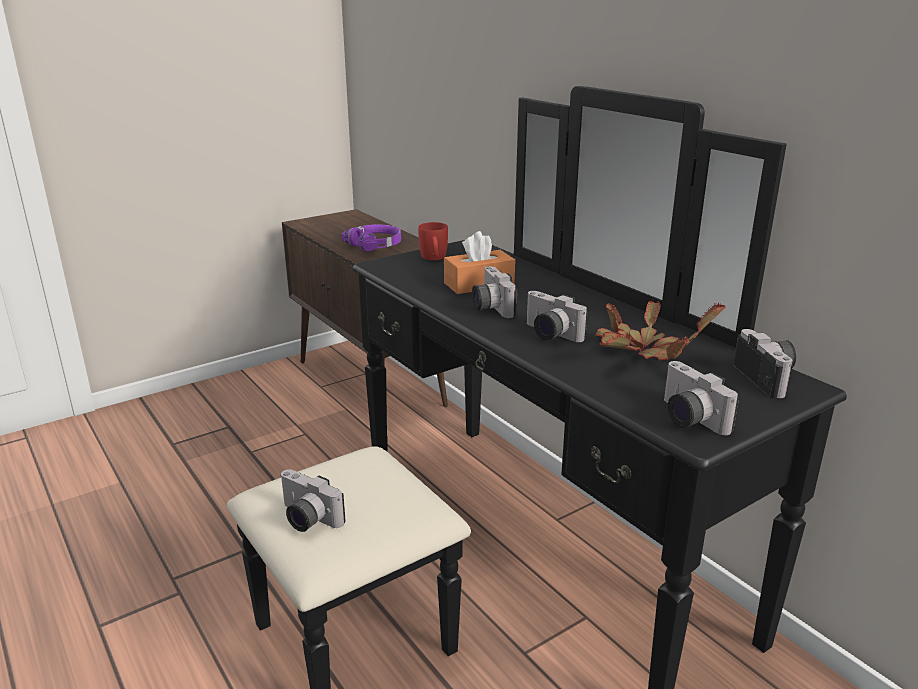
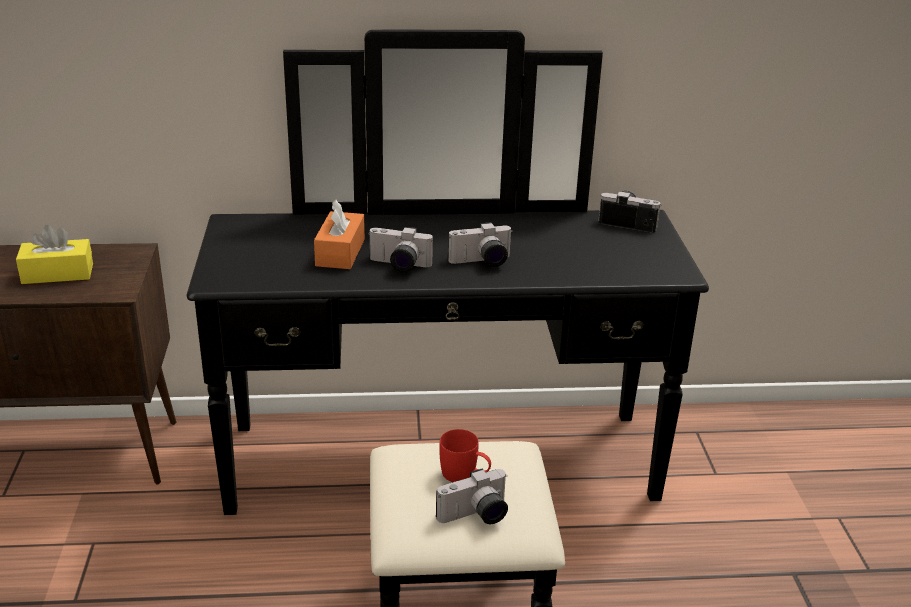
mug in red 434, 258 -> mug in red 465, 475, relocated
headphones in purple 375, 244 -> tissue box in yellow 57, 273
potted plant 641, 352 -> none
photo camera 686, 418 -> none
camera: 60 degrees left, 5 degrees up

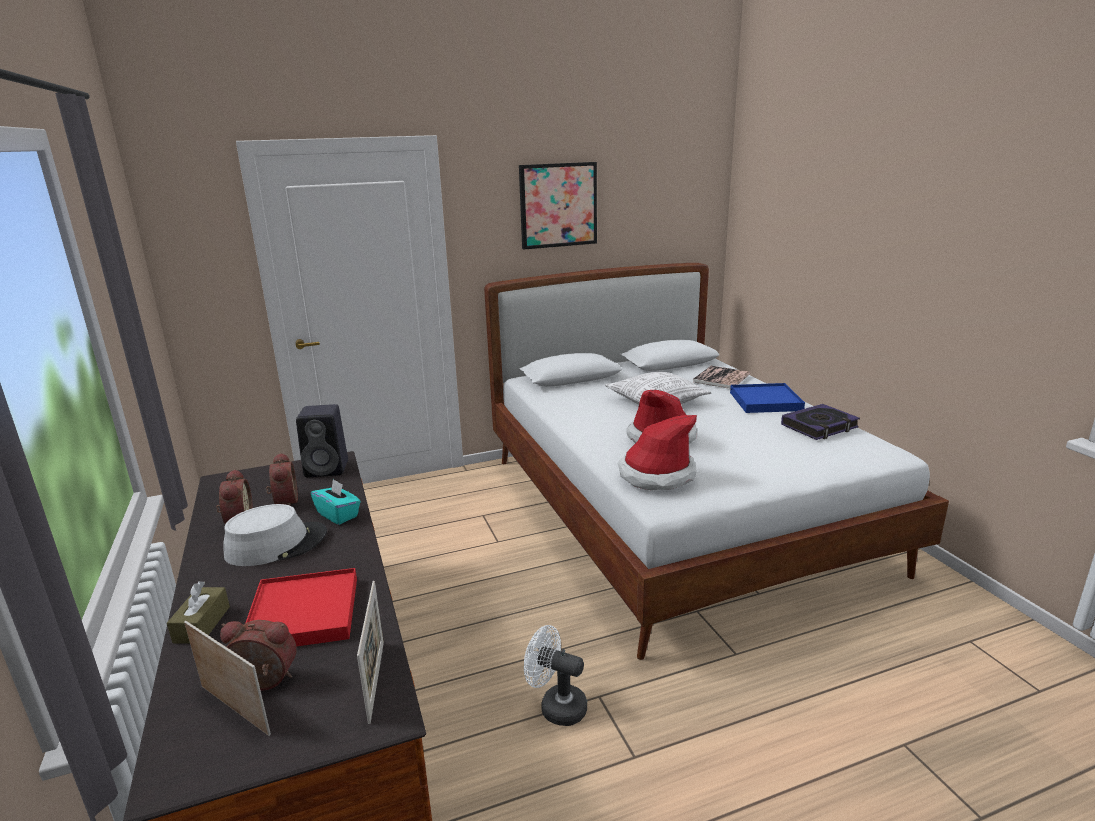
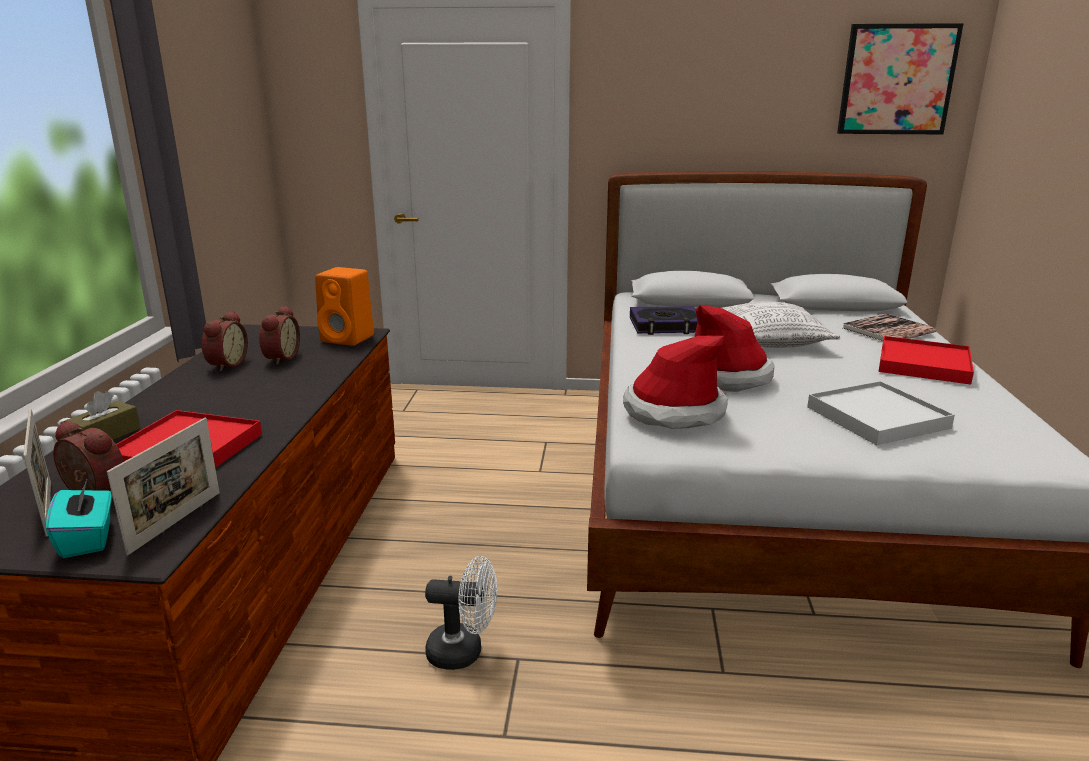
picture 558, 205 -> picture 897, 80, relocated
tray in blue 765, 401 -> tray in red 923, 364
speaker in black 328, 469 -> speaker in orange 349, 339
book 819, 426 -> book 666, 326, relocated
tissue box in turquoise 338, 515 -> tissue box in turquoise 88, 539, relocated
hat in grey 276, 544 -> none
fan in white 556, 706 -> fan in white 464, 652, 135 degrees clockwise
none -> tray in white 877, 417
camera: 25 degrees right, 0 degrees up

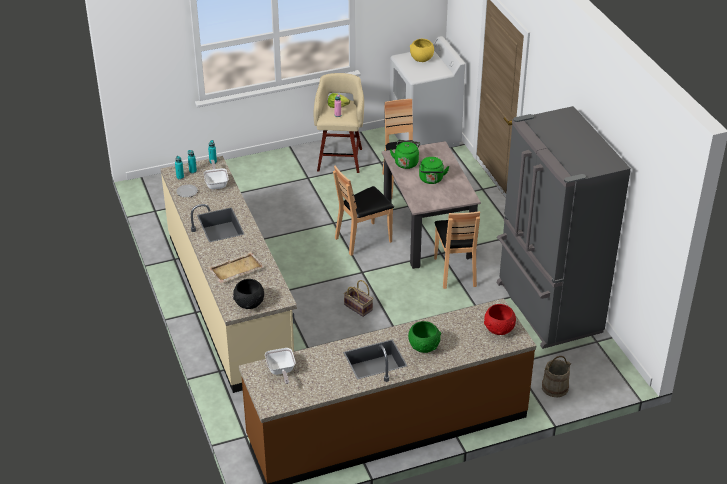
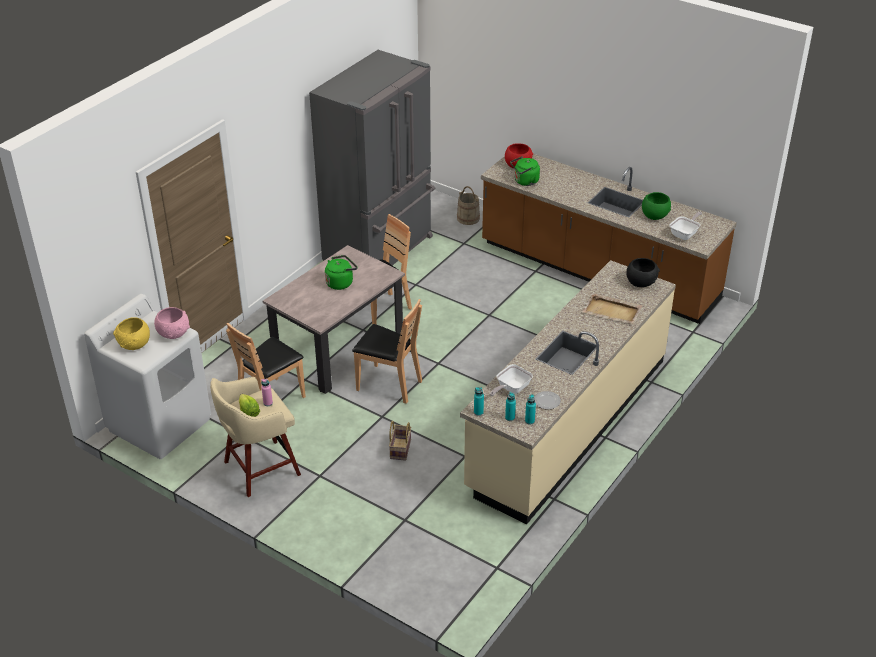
kettle in green 406, 162 -> kettle in green 525, 182, relocated
basket 359, 307 -> basket 400, 448, relocated
bowl in green 424, 347 -> bowl in green 654, 215, relocated
none -> bowl in pink 174, 333
camera: 125 degrees left, 0 degrees up

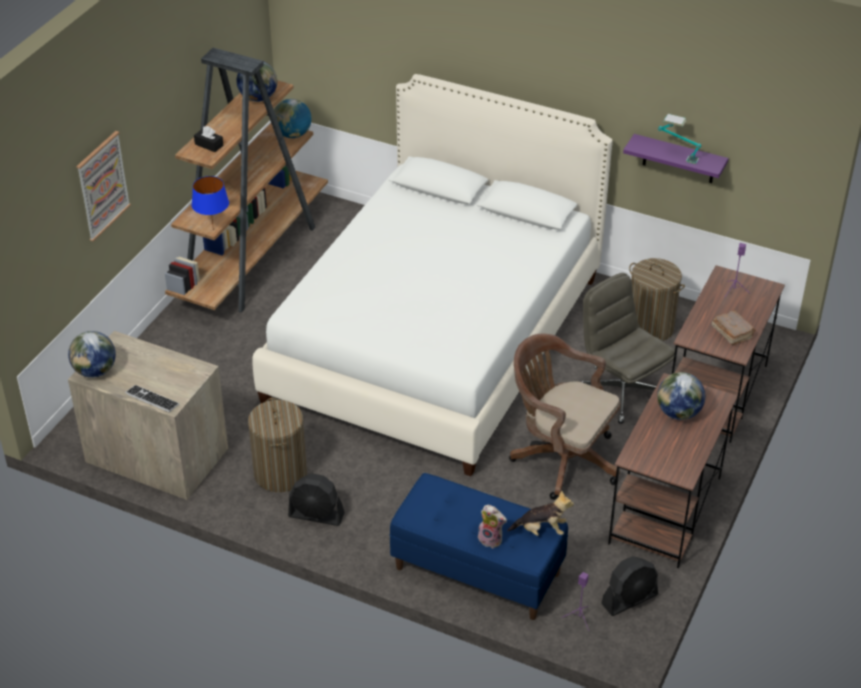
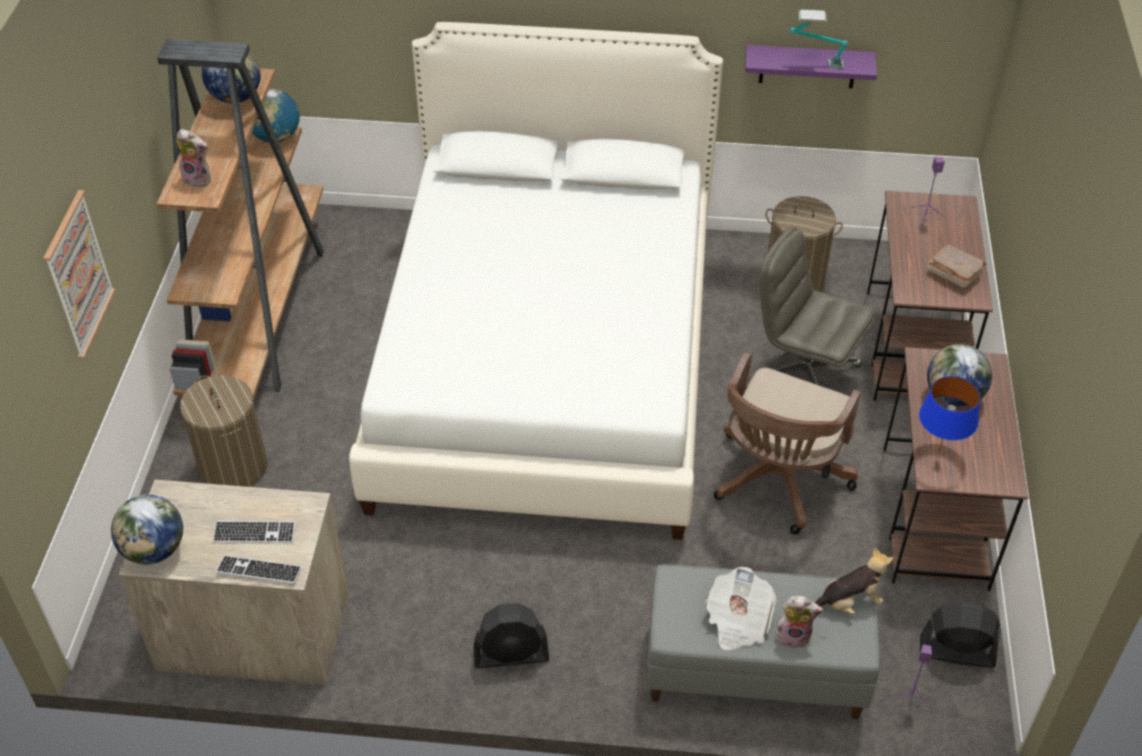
tissue box in black 209, 145 -> plush toy 199, 178
table lamp in blue 213, 230 -> table lamp in blue 938, 452, relocated
office chair in brown 560, 458 -> office chair in brown 777, 482, 75 degrees counterclockwise
laundry basket 280, 473 -> laundry basket 233, 467, relocated
bench in blue 476, 571 -> bench in grey 754, 672
fan in black 629, 599 -> fan in black 956, 651, 120 degrees counterclockwise
none -> keyboard 254, 533
none -> newspaper 737, 621
camera: 20 degrees left, 5 degrees up

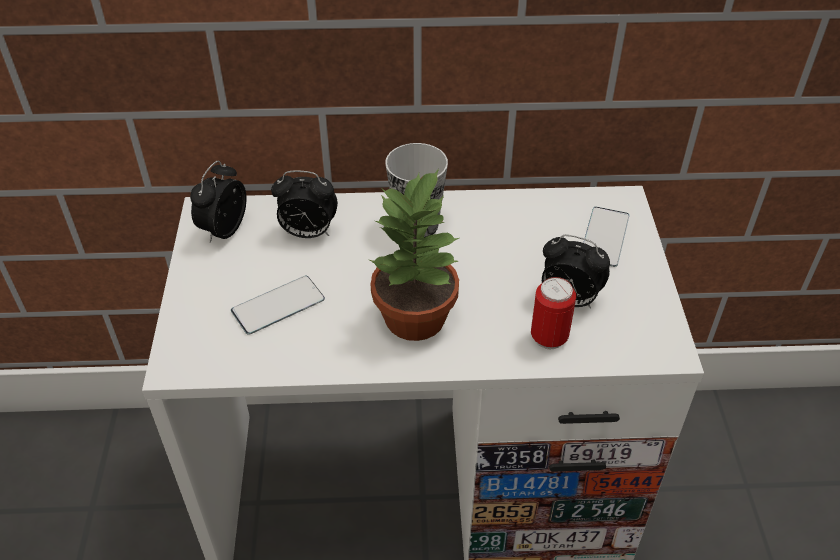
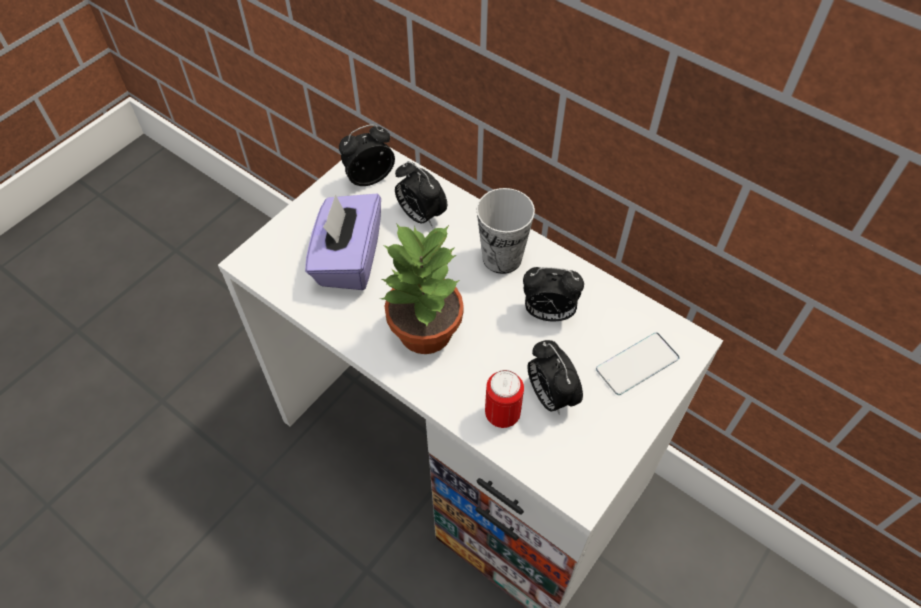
phone 278, 305 -> tissue box in purple 348, 259
none -> alarm clock 548, 313
camera: 40 degrees right, 10 degrees up

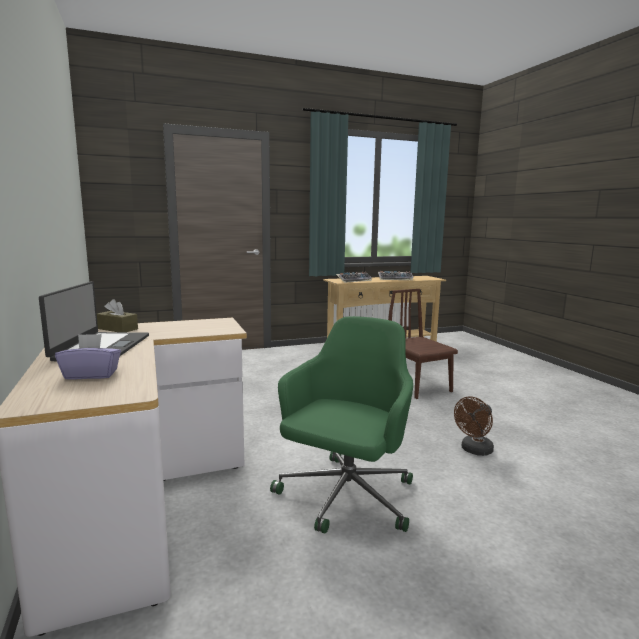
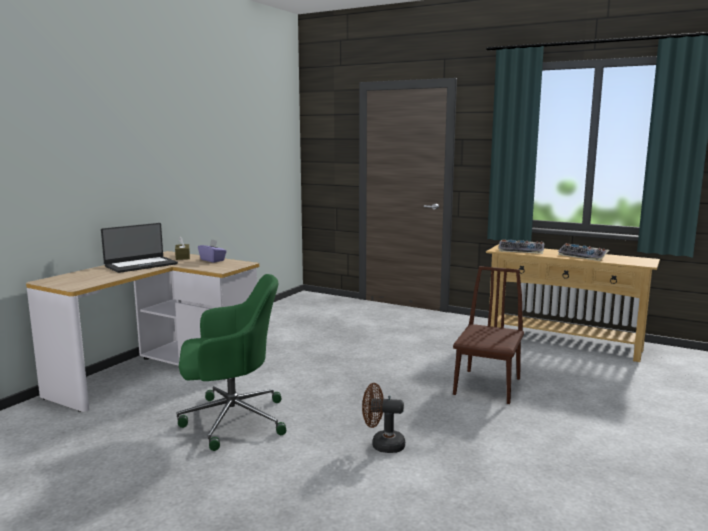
tissue box in purple 91, 375 -> tissue box in purple 213, 260, relocated
camera: 50 degrees right, 0 degrees up

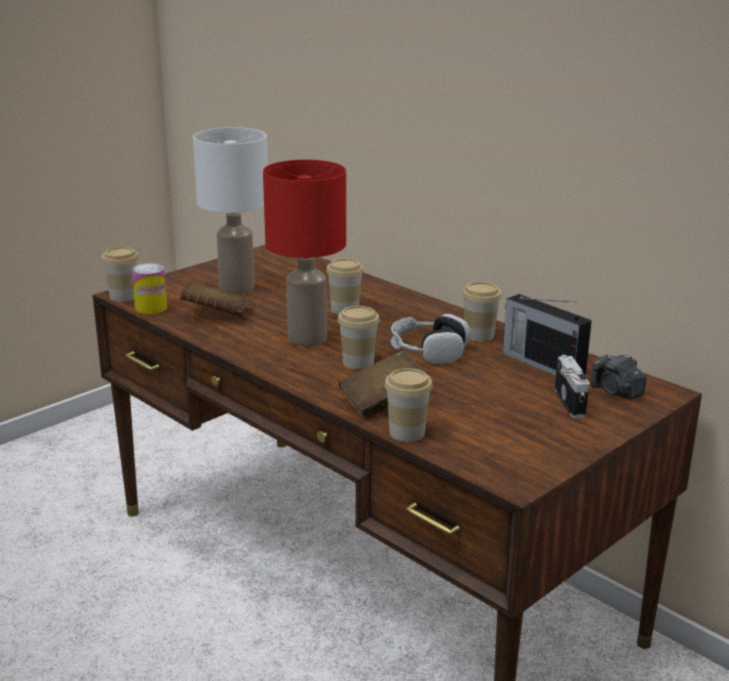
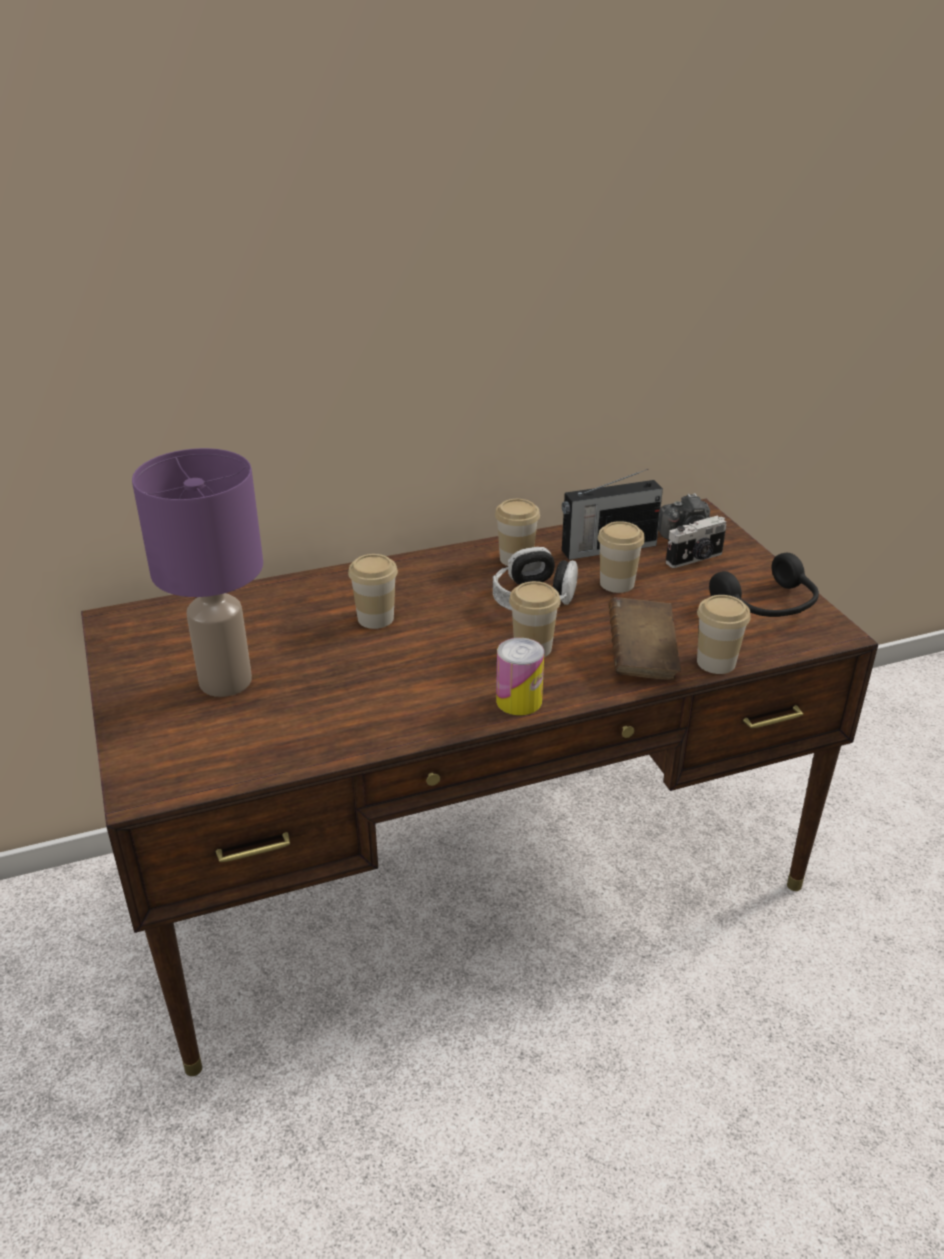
table lamp in white 235, 288 -> table lamp in purple 224, 682
table lamp in red 308, 339 -> none
cup 123, 296 -> cup 617, 583, relocated
can 151, 308 -> can 519, 701, relocated
book in brown 215, 315 -> none
photo camera 571, 403 -> photo camera 695, 559, 135 degrees clockwise
none -> headphones in black 768, 606
camera: 65 degrees left, 10 degrees up

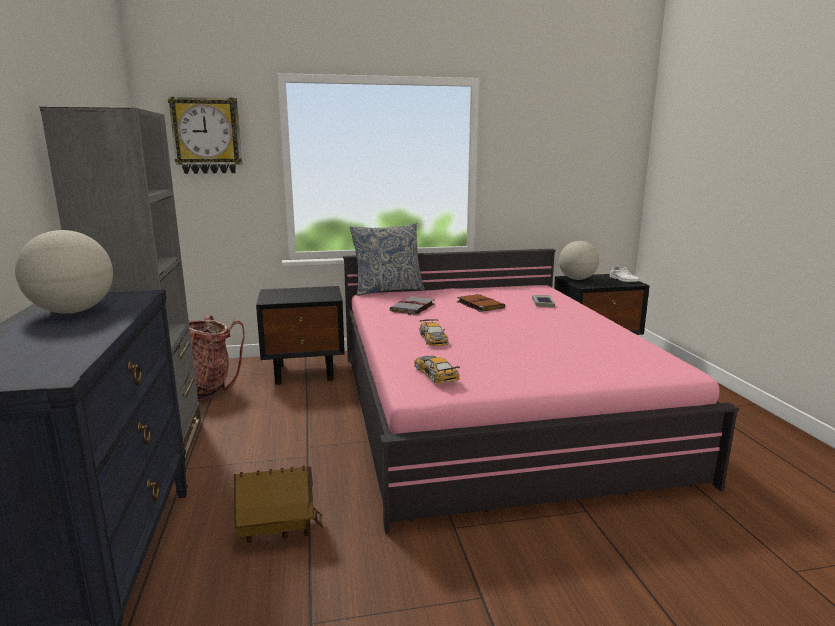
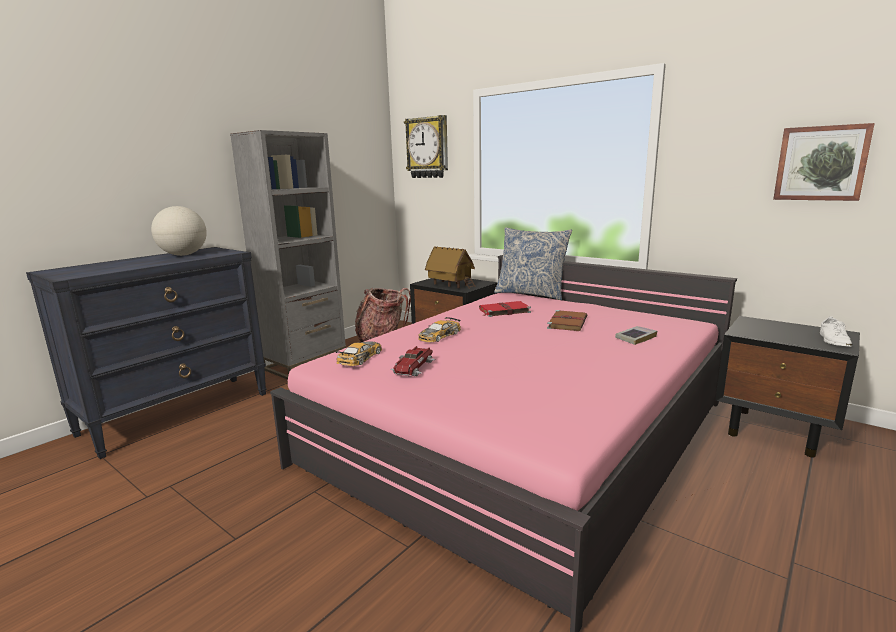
globe 577, 279 -> none
book in grey 412, 308 -> book in red 503, 311
toy house 279, 531 -> toy house 450, 285, relocated
none -> picture 821, 163
none -> toy car 414, 367
camera: 50 degrees right, 0 degrees up

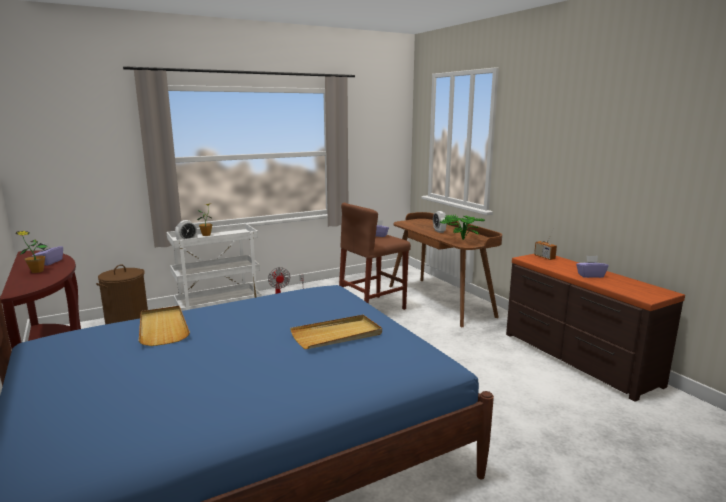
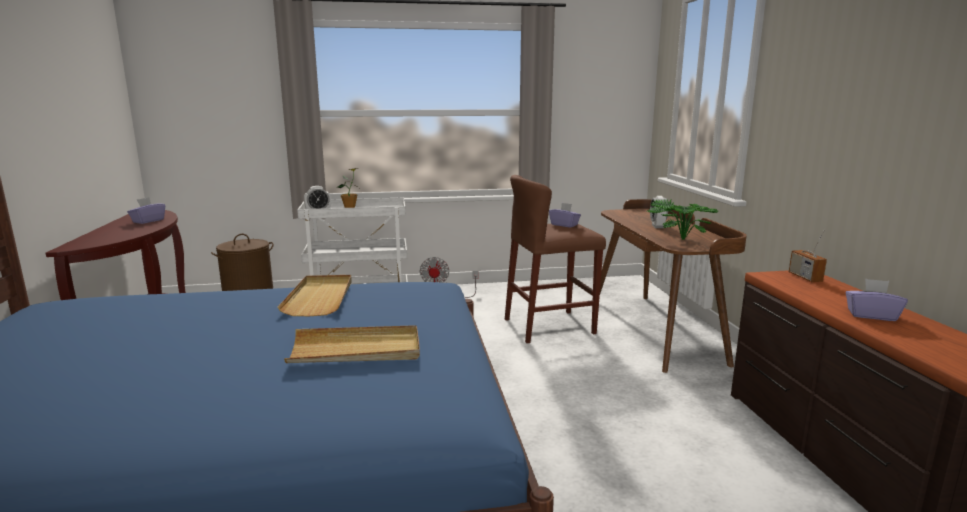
potted plant 37, 271 -> none
tray in beige 163, 328 -> tray in beige 320, 298, relocated
camera: 20 degrees right, 0 degrees up

